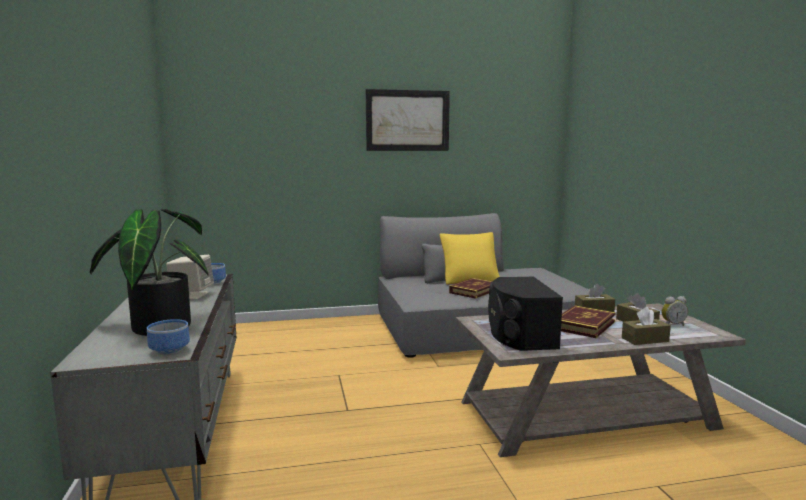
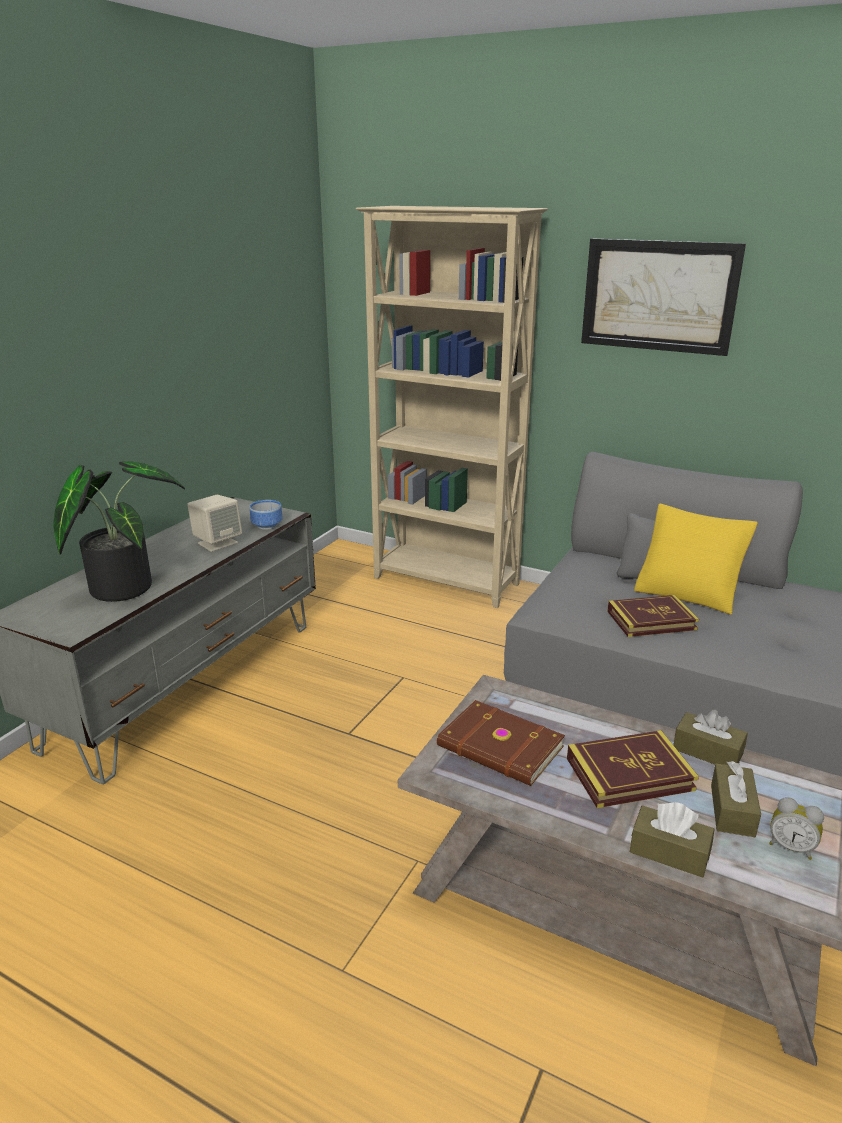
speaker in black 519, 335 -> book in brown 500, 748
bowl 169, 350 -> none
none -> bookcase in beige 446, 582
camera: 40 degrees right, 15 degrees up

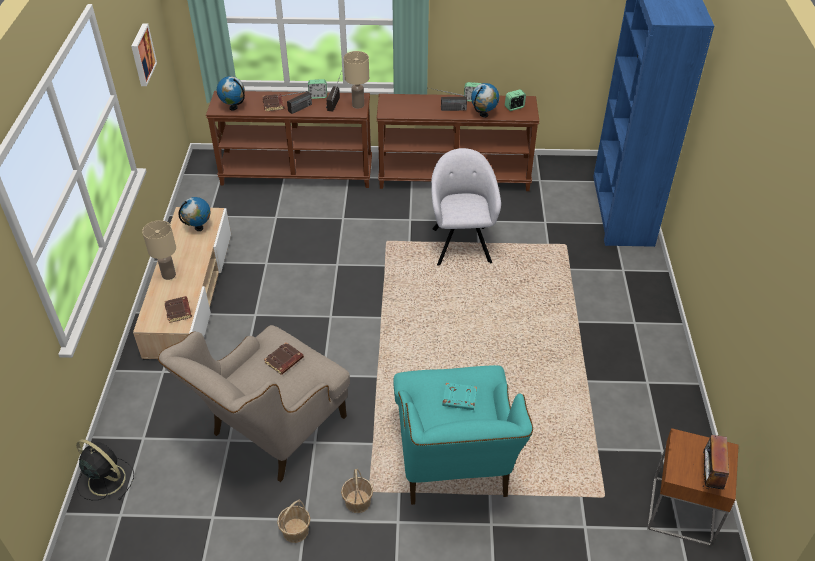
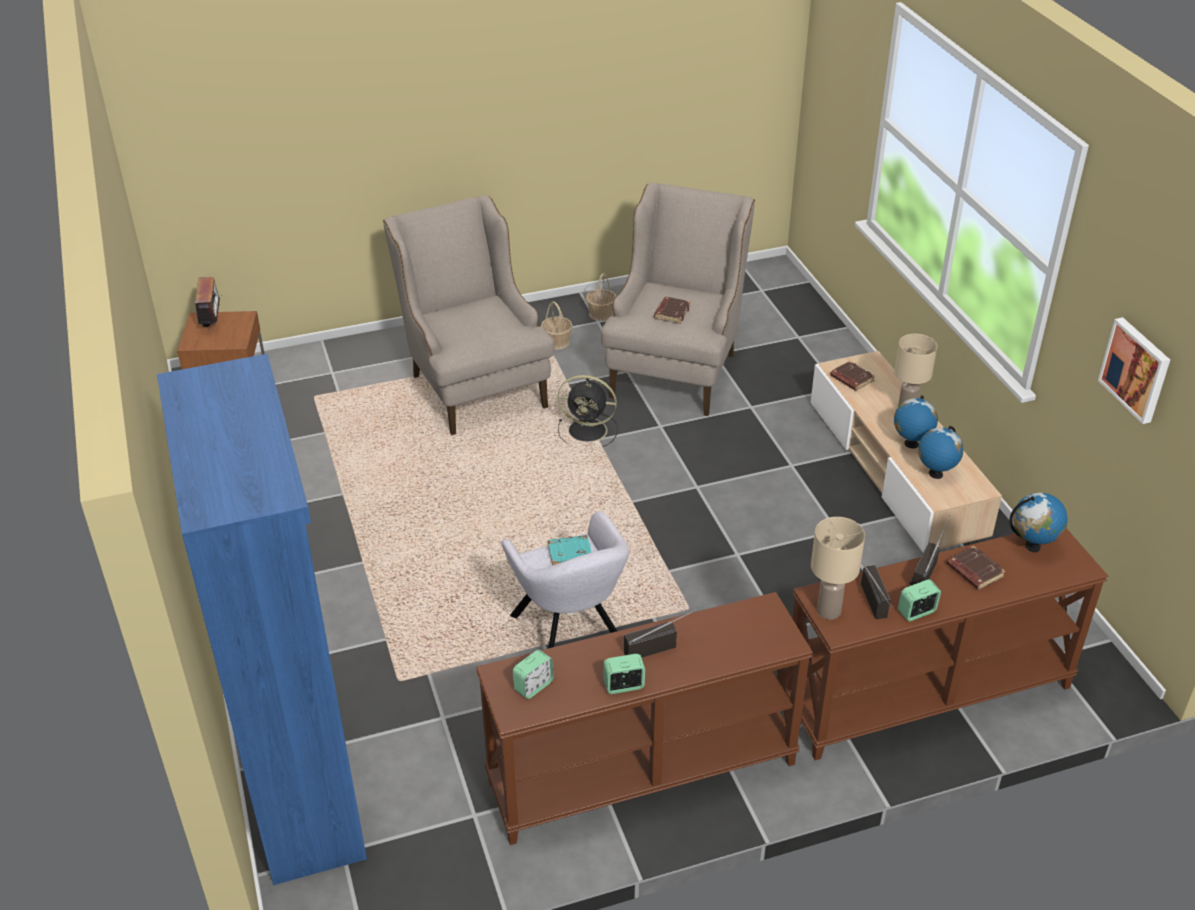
globe 484, 115 -> globe 911, 444, relocated
armchair in turquoise 454, 469 -> armchair in beige 473, 383
book in turquoise 459, 399 -> book in turquoise 570, 553, relocated
fan in black 105, 479 -> fan in black 589, 431, relocated
camera: 160 degrees right, 5 degrees down

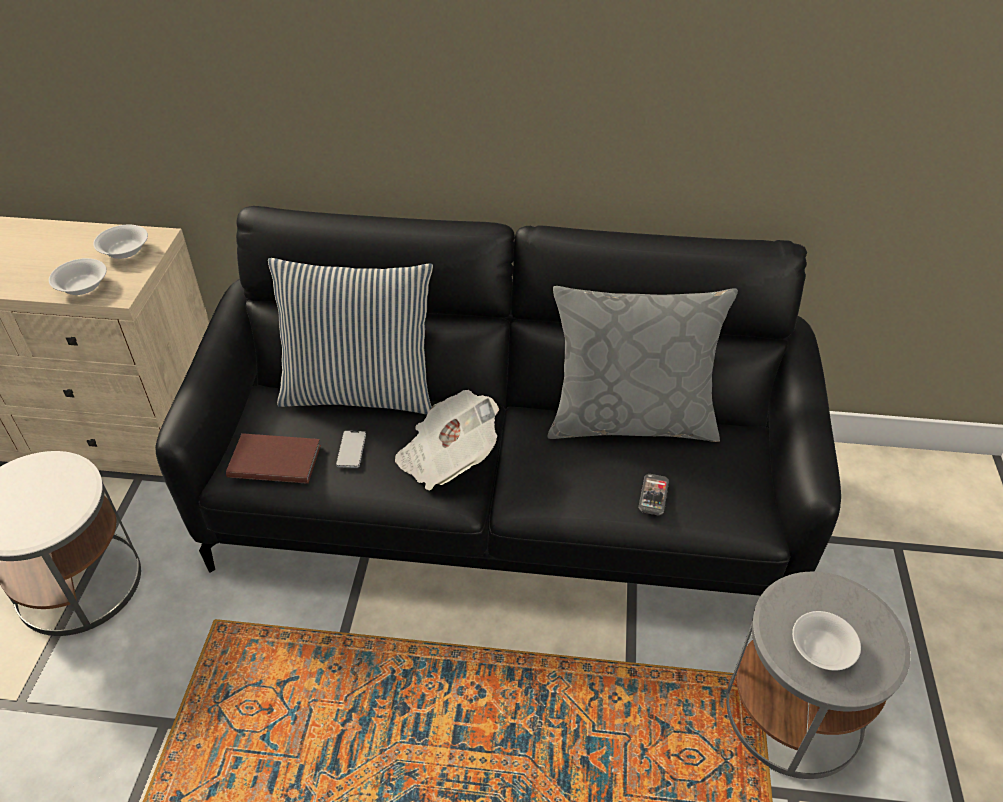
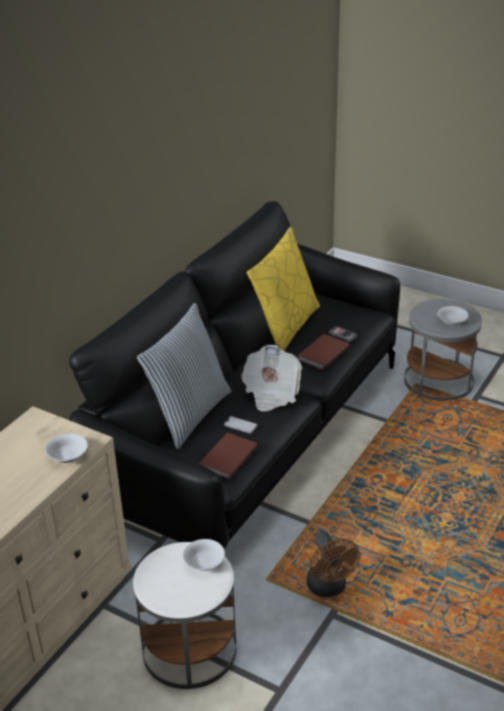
bowl in white 125, 251 -> bowl in white 204, 562, relocated
pillow in grey 631, 420 -> pillow in yellow 285, 327
none -> book in brown 322, 353
none -> fan in brown 329, 588
camera: 65 degrees left, 10 degrees down

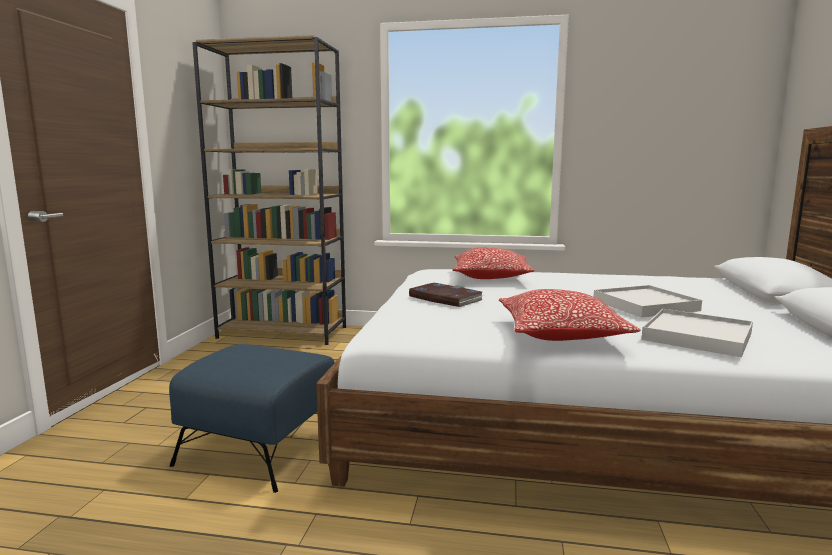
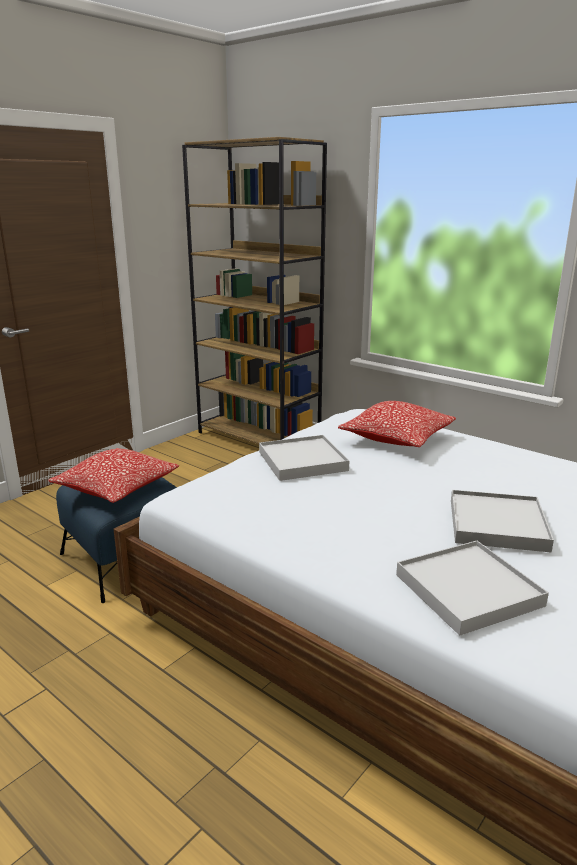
book 445, 298 -> tray in white 302, 461
pillow 561, 334 -> pillow 117, 488, relocated
camera: 30 degrees right, 10 degrees up

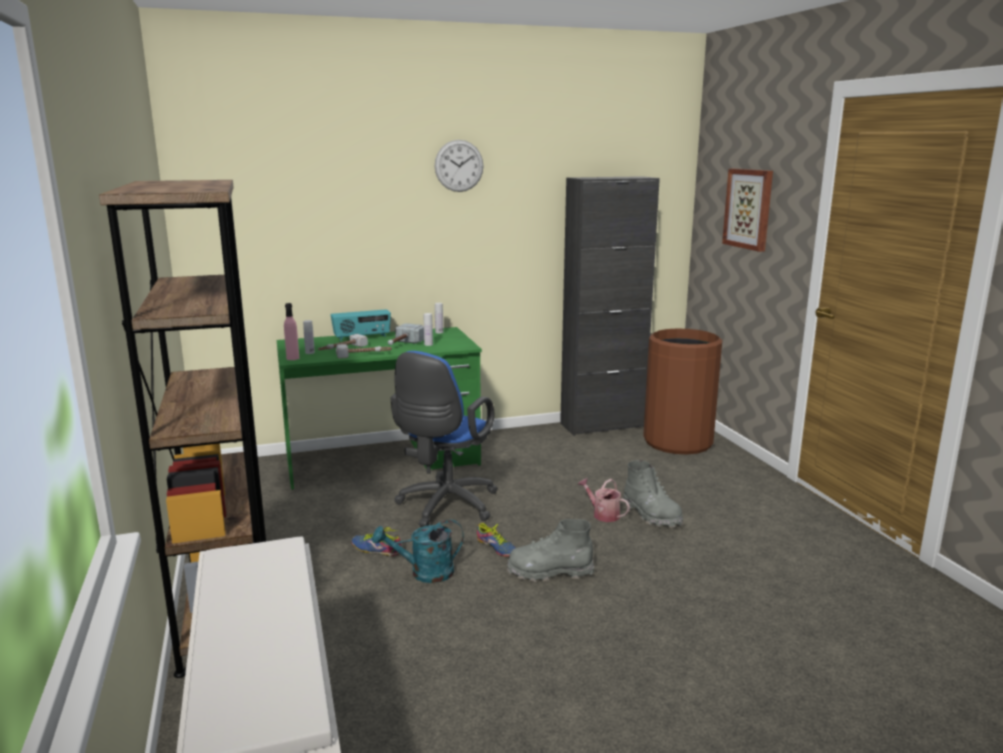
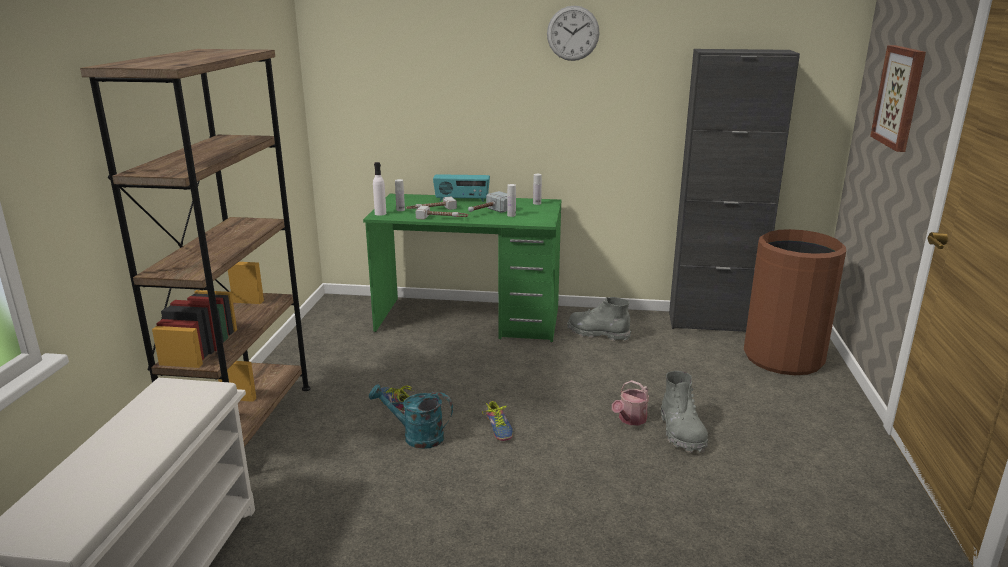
bottle in pink 292, 358 -> bottle in white 380, 213
office chair in blue 445, 507 -> none
watering can 603, 514 -> watering can 630, 420, 120 degrees counterclockwise
boot in grey 549, 572 -> boot in grey 598, 334, relocated
camera: 25 degrees right, 5 degrees up

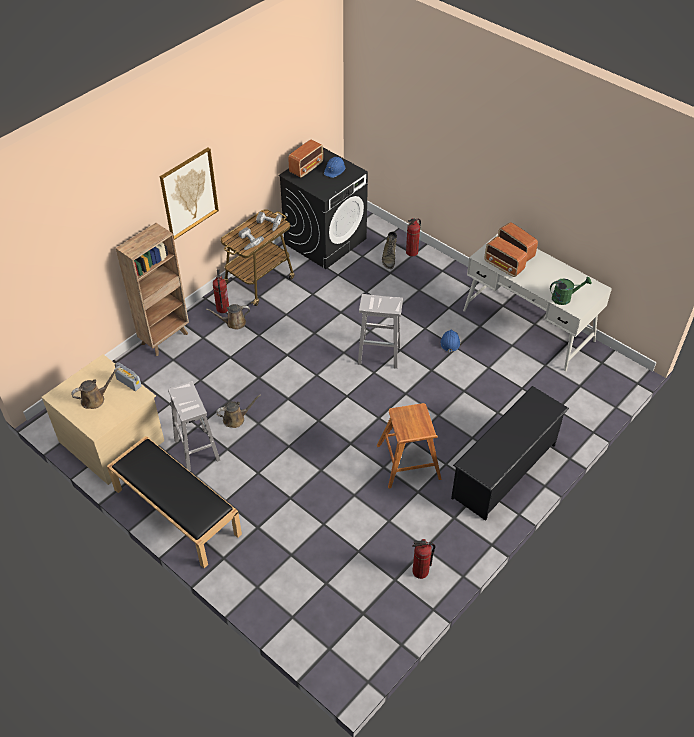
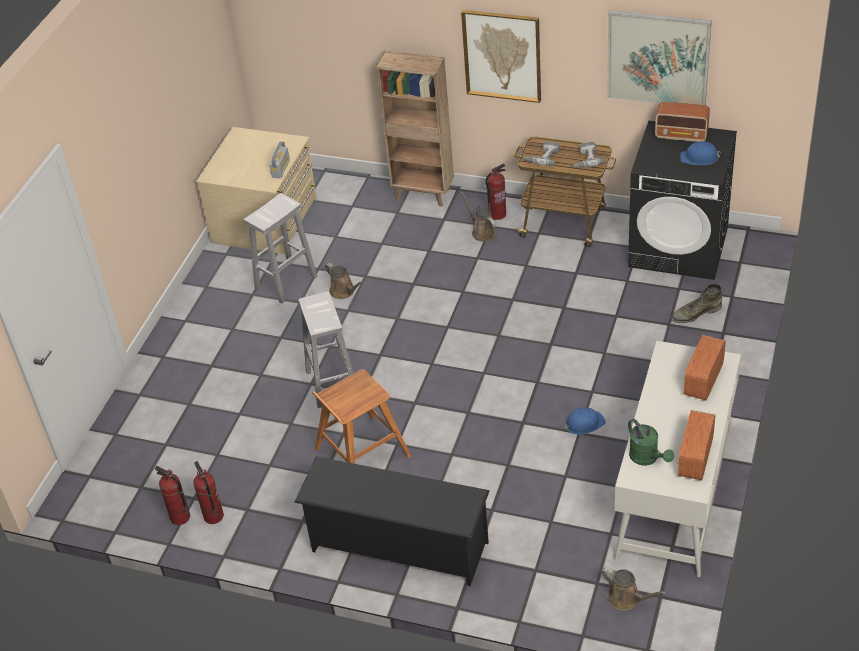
fire extinguisher 412, 252 -> fire extinguisher 180, 517, relocated
radio 504, 266 -> radio 695, 459, relocated
stool in white 380, 355 -> stool in white 333, 385, relocated
watering can in brown 95, 399 -> watering can in brown 626, 598, relocated
bench in black 176, 511 -> none
none -> picture 658, 58
camera: 70 degrees right, 5 degrees down

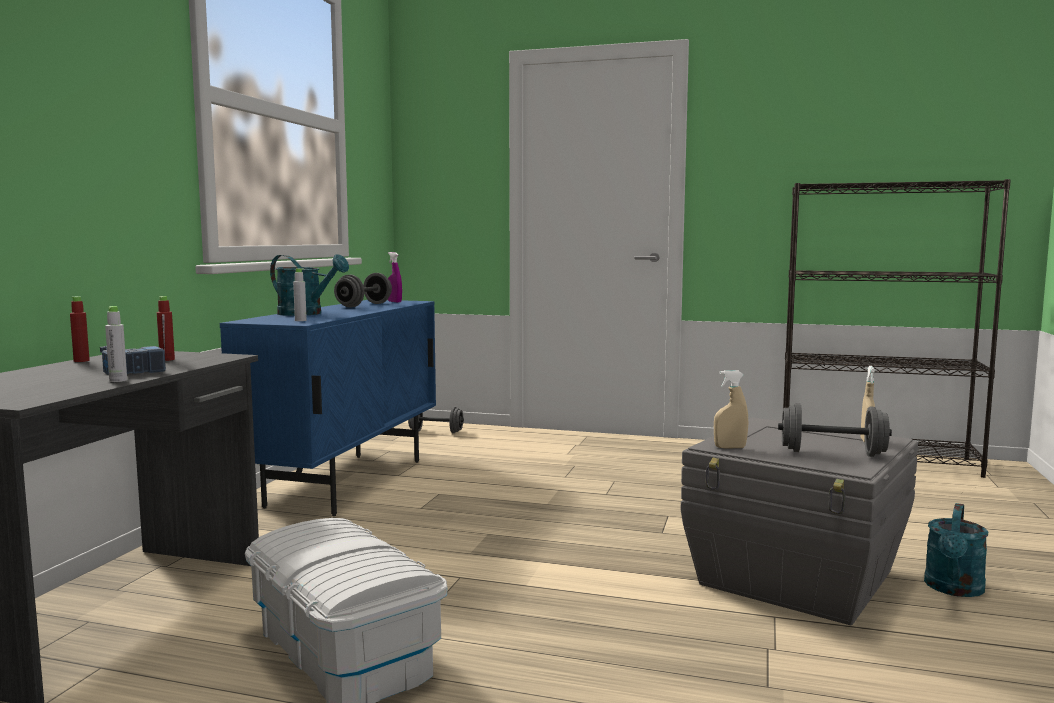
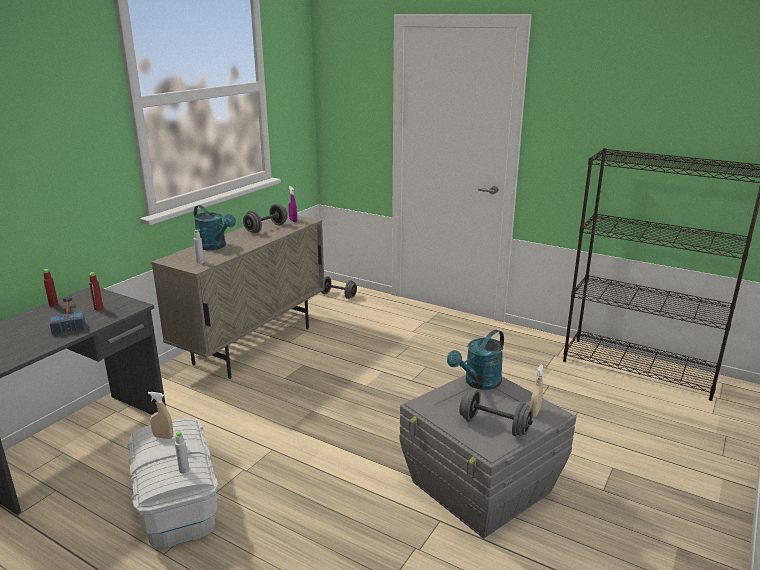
cabinet in blue 348, 482 -> cabinet in beige 254, 345
bottle in grey 118, 380 -> bottle in grey 184, 470, relocated
spray bottle in beige 730, 447 -> spray bottle in beige 163, 437, relocated
watering can in turquoise 953, 589 -> watering can in turquoise 478, 383, relocated
camera: 15 degrees right, 15 degrees up

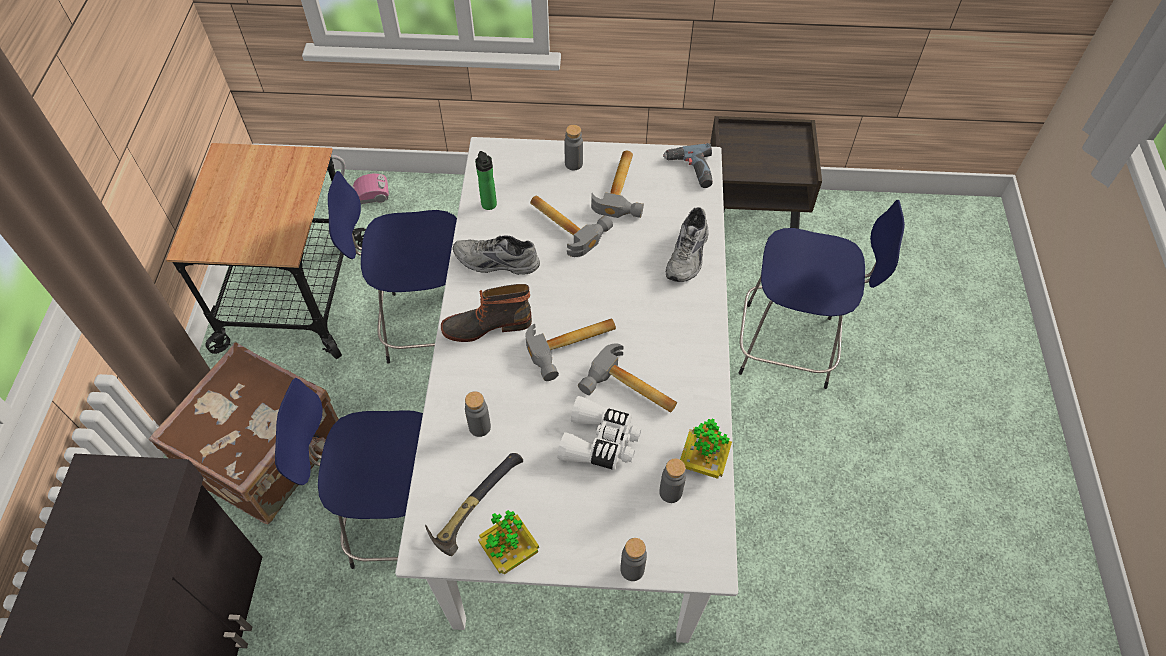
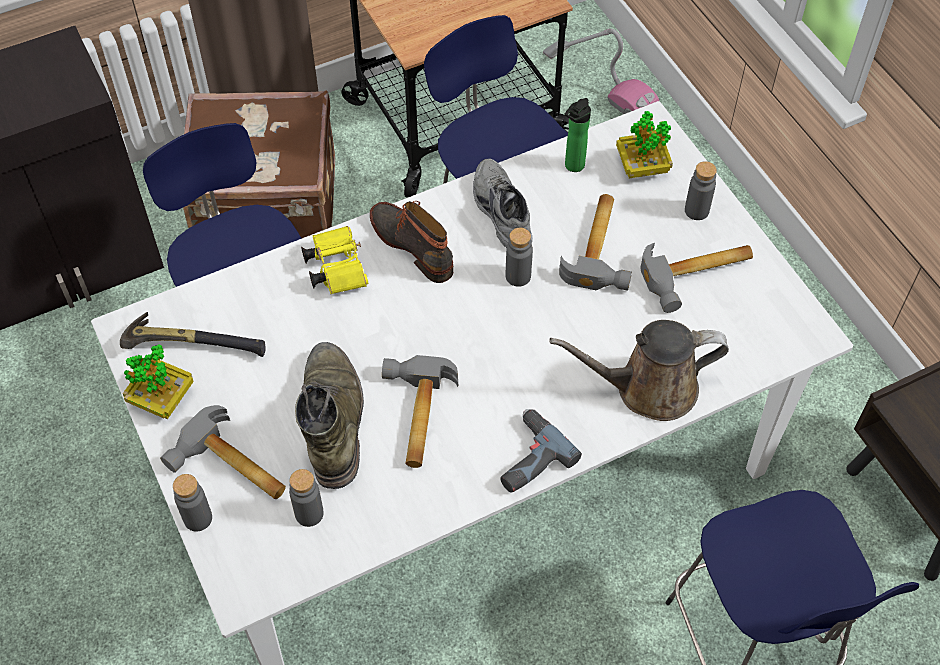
power drill 690, 170 -> power drill 527, 457, relocated
shoe in grey 689, 255 -> watering can in brown 648, 388
hammer 573, 346 -> hammer 232, 469, relocated
bottle in grey 479, 427 -> bottle in grey 518, 276, relocated
binoculars in white 600, 442 -> boot in green 332, 418
potted plant 703, 460 -> potted plant 642, 167, relocated
none -> binoculars in yellow 336, 267
camera: 60 degrees right, 0 degrees up

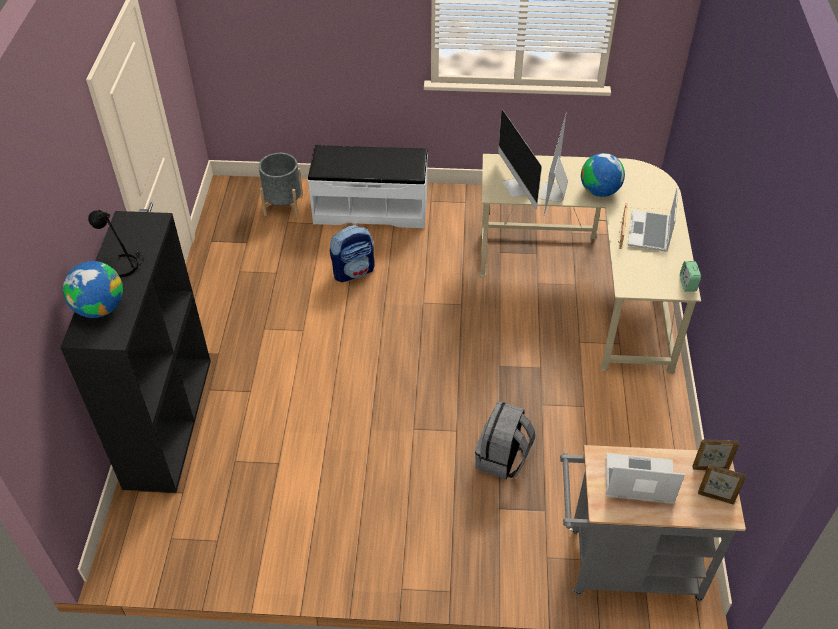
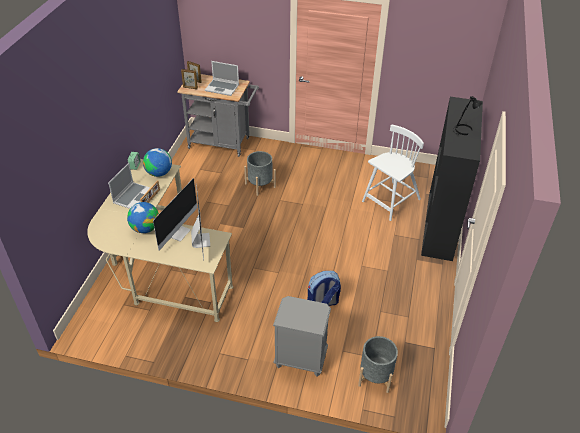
bench in white 371, 209 -> nightstand in grey 300, 359
globe 100, 308 -> globe 159, 173, relocated
backpack in grey 502, 459 -> planter in grey 260, 185
none -> chair in white 390, 201
camera: 170 degrees left, 5 degrees down

